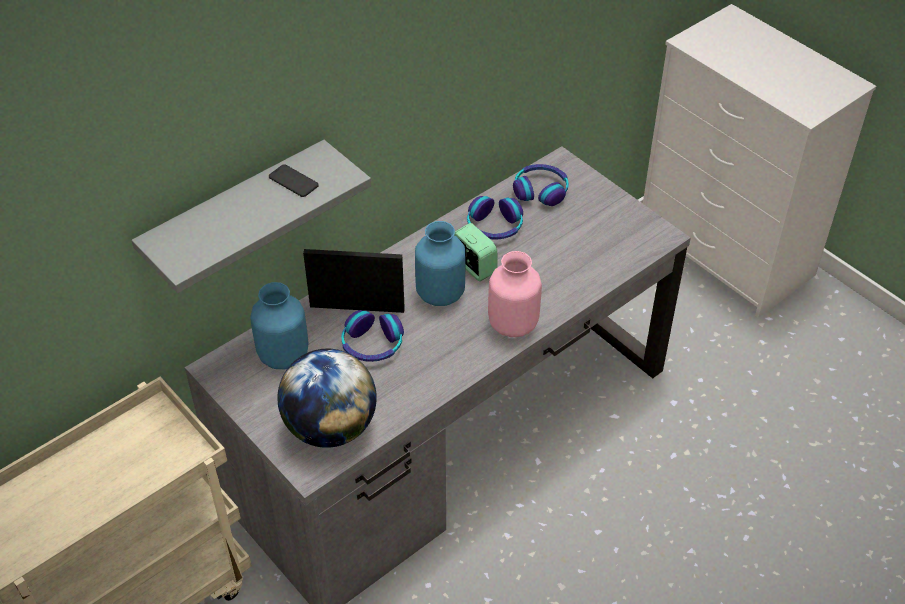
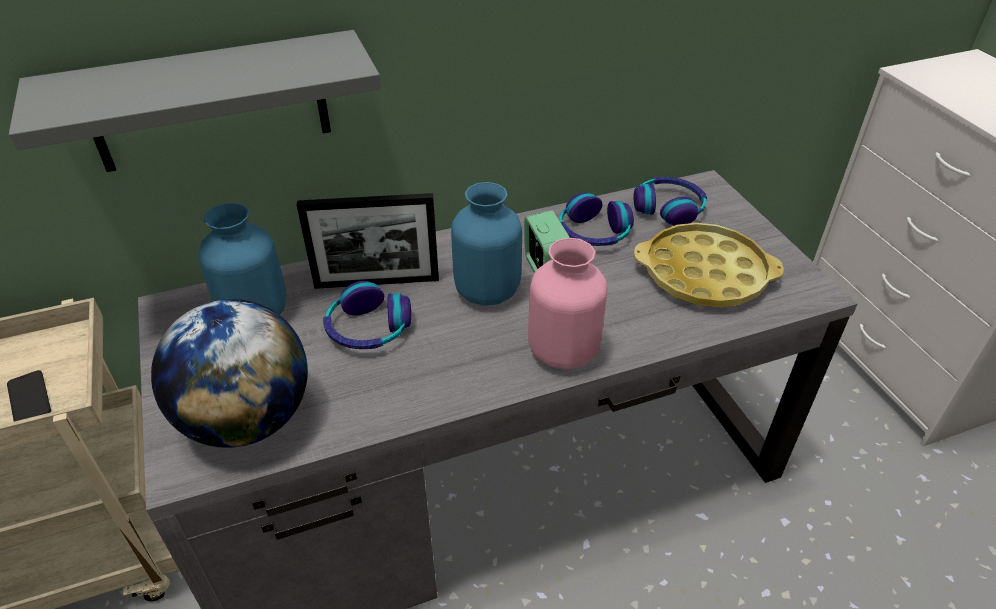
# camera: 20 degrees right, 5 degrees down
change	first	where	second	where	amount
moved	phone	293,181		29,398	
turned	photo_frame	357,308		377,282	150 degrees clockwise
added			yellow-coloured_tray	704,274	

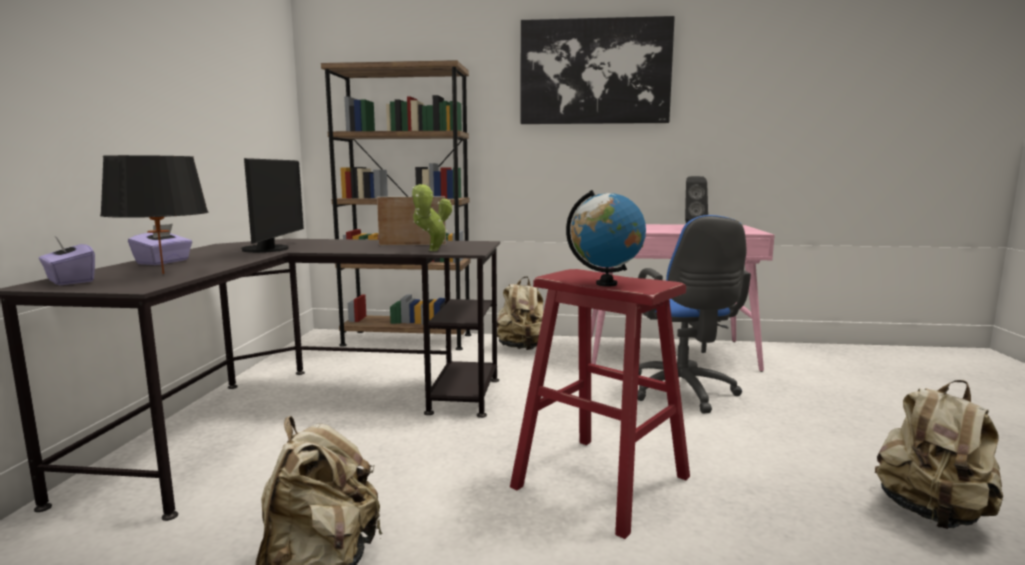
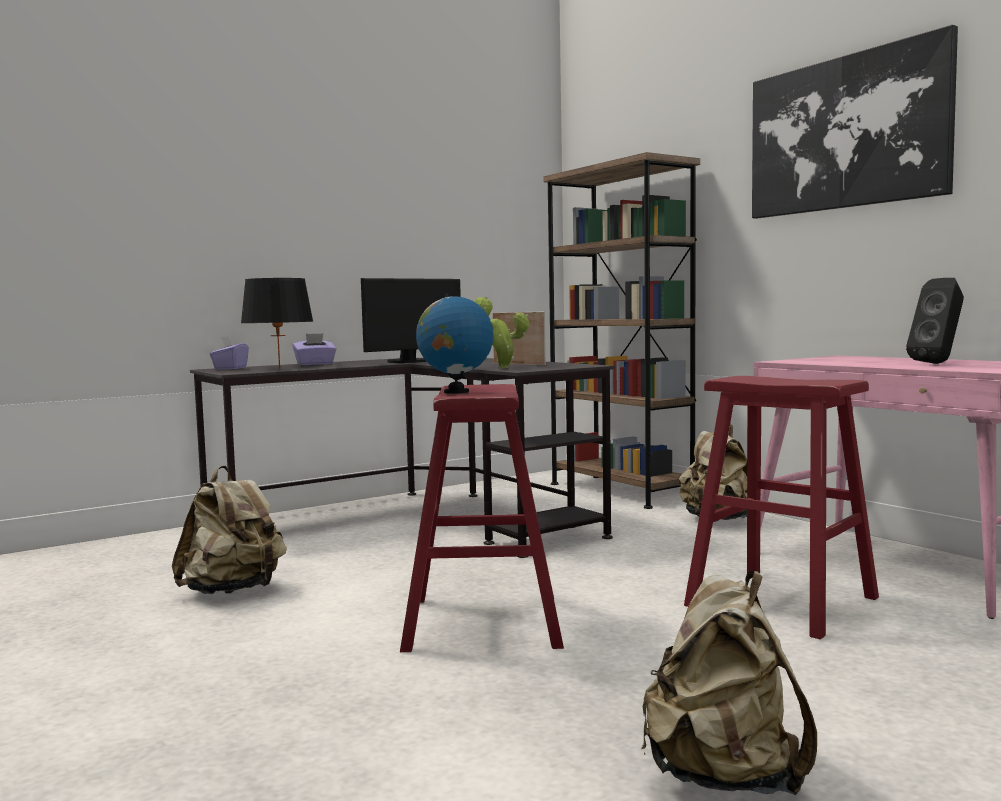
# camera: 50 degrees right, 5 degrees down
change	first	where	second	where	amount
replaced	bluish_office_chair	683,393	red-coloured_stool_seat	781,601	

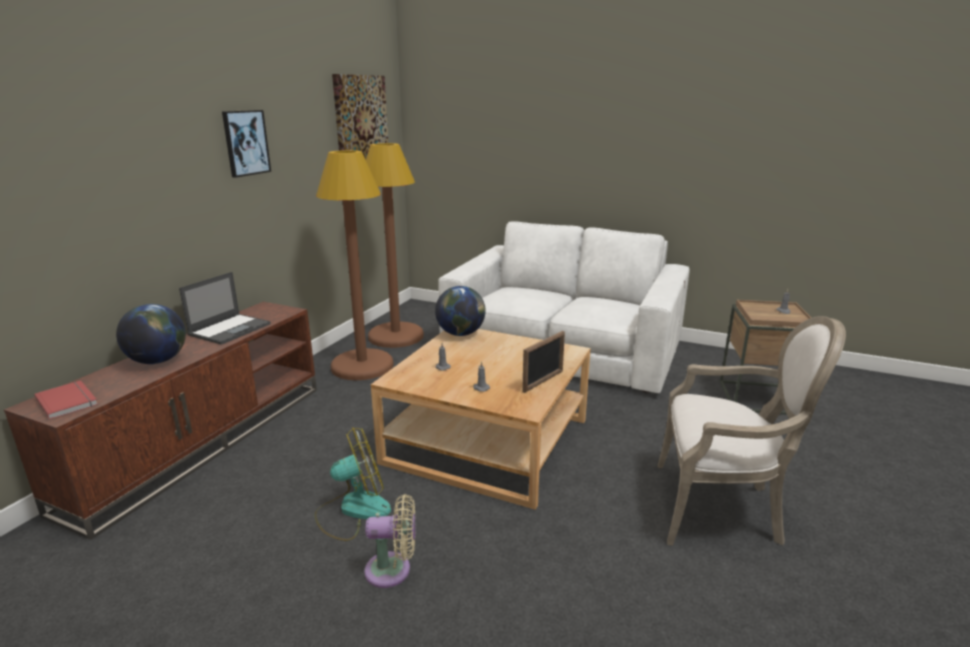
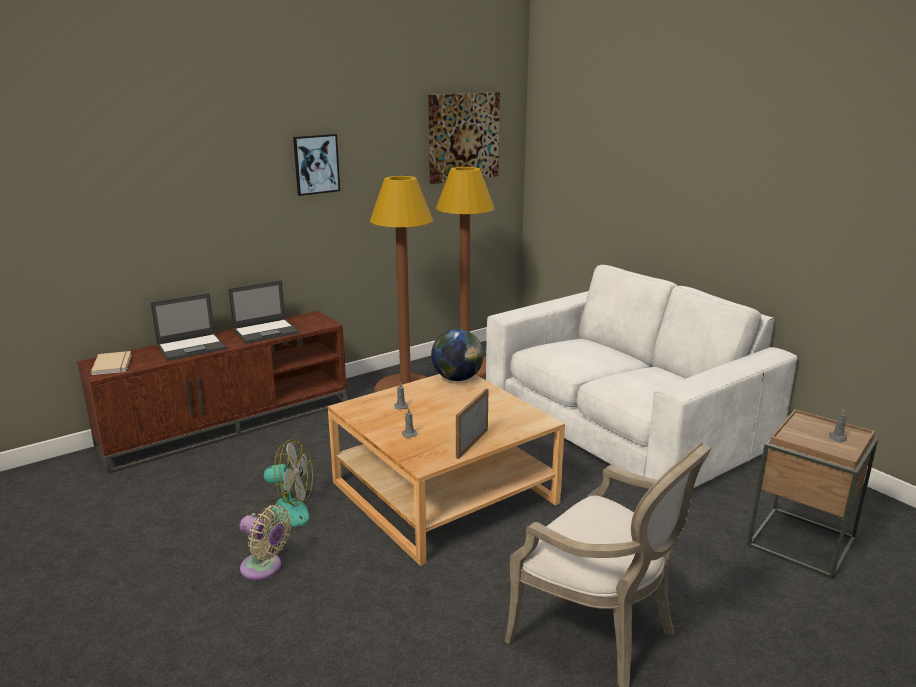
# camera: 30 degrees right, 0 degrees up
change	first	where	second	where	amount
replaced	world_globe	158,361	laptop	192,347	
turned	photo_frame	543,381		472,443	135 degrees clockwise
recoloured	red-coloured_book	69,401	beige_book	114,364	

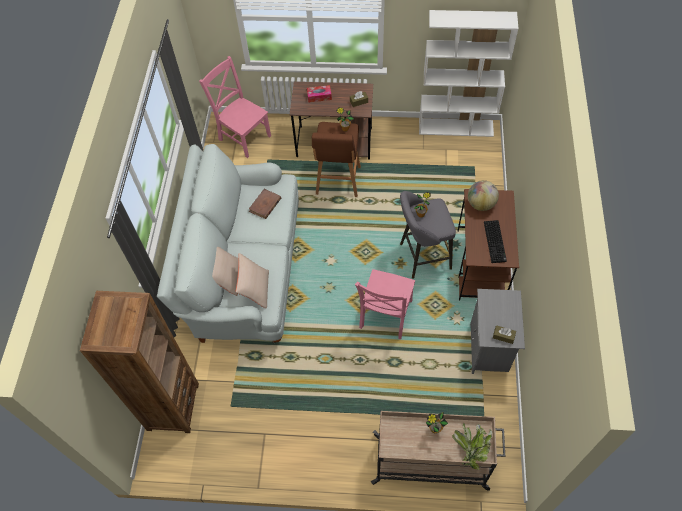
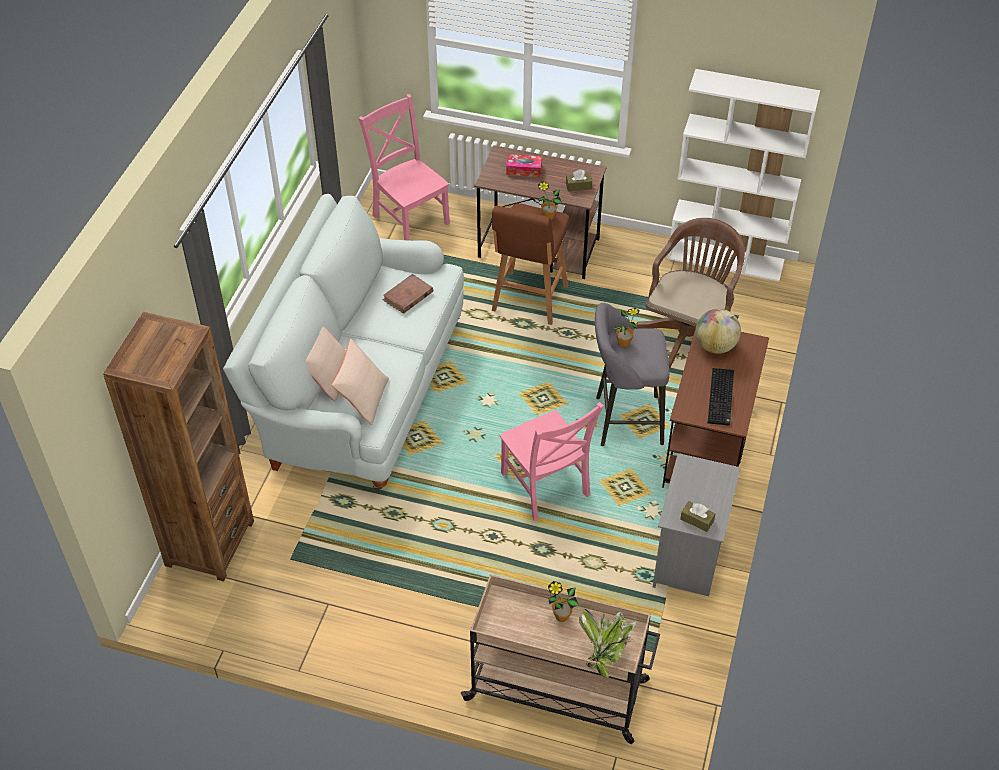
# camera: 10 degrees right, 10 degrees down
change	first	where	second	where	amount
turned	pinkish_plain_chair	385,316		546,487	60 degrees counterclockwise
added			brownish_office_chair	688,335	

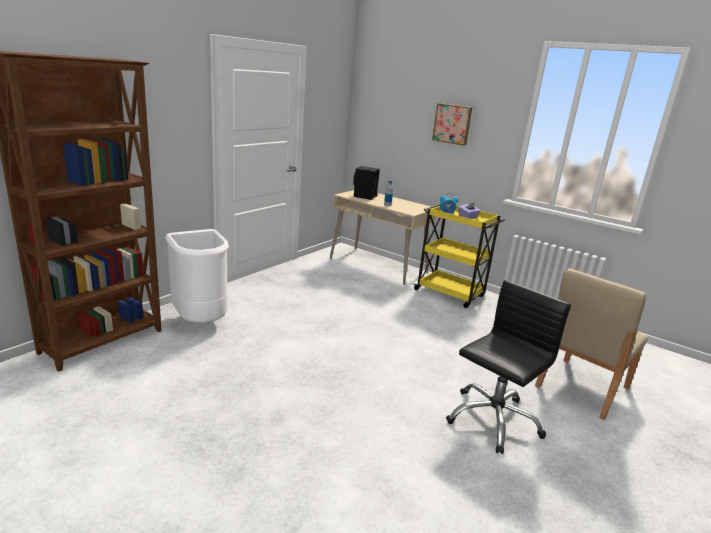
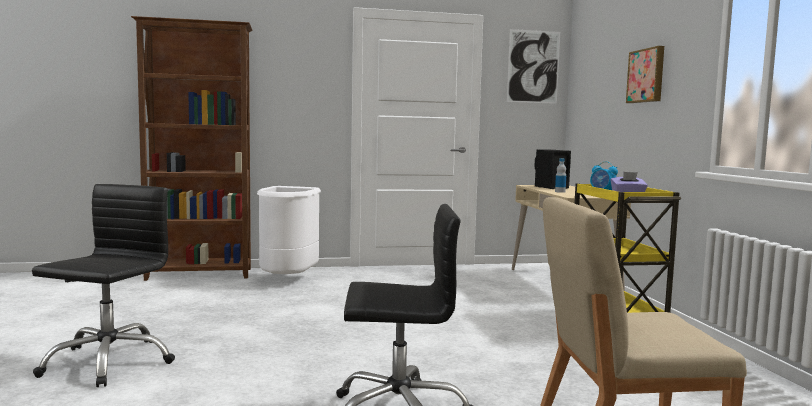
# camera: 45 degrees right, 15 degrees down
change	first	where	second	where	amount
added			wall_picture	533,66	
added			black_office_chair	108,362	

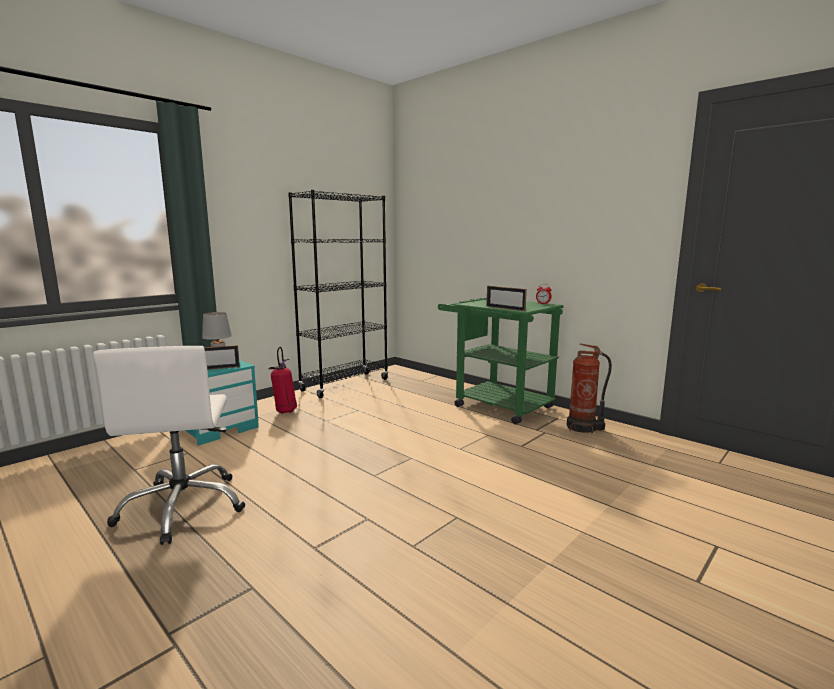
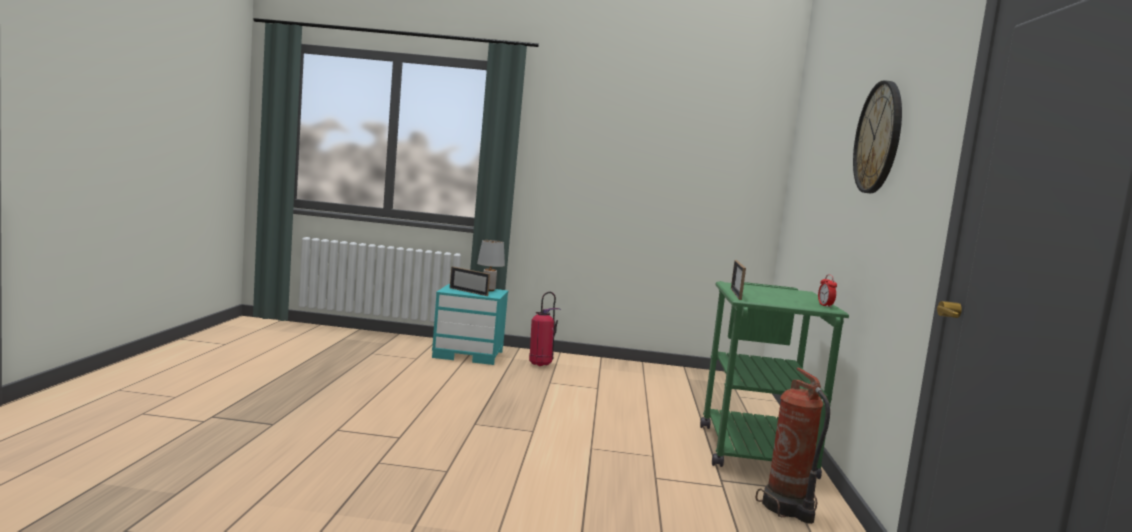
# camera: 50 degrees right, 5 degrees down
change	first	where	second	where	amount
removed	black_shelving_unit	345,385			
removed	whitish_office_chair	183,507			
added			clock_on_the_wall	878,138	

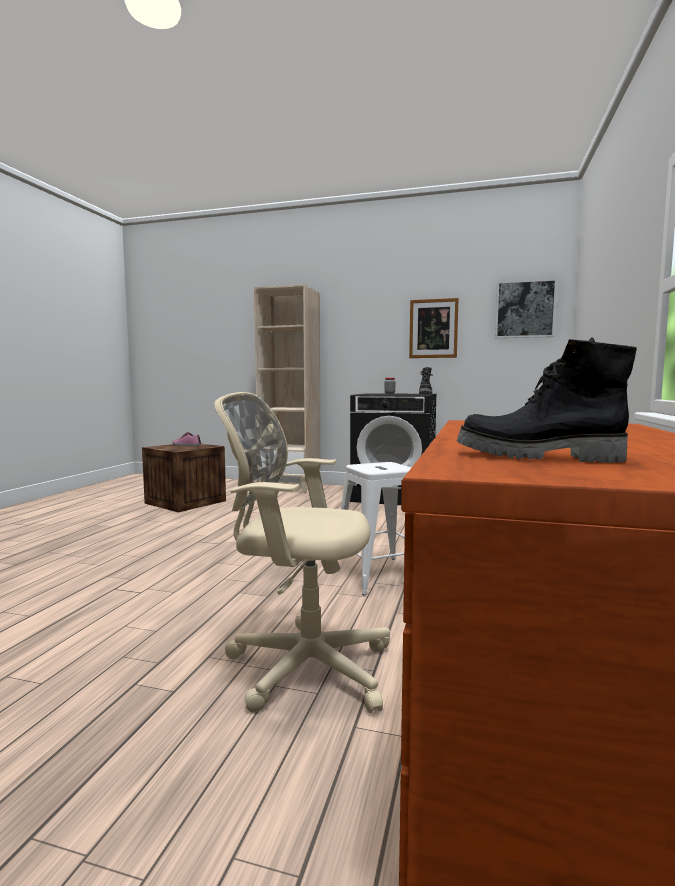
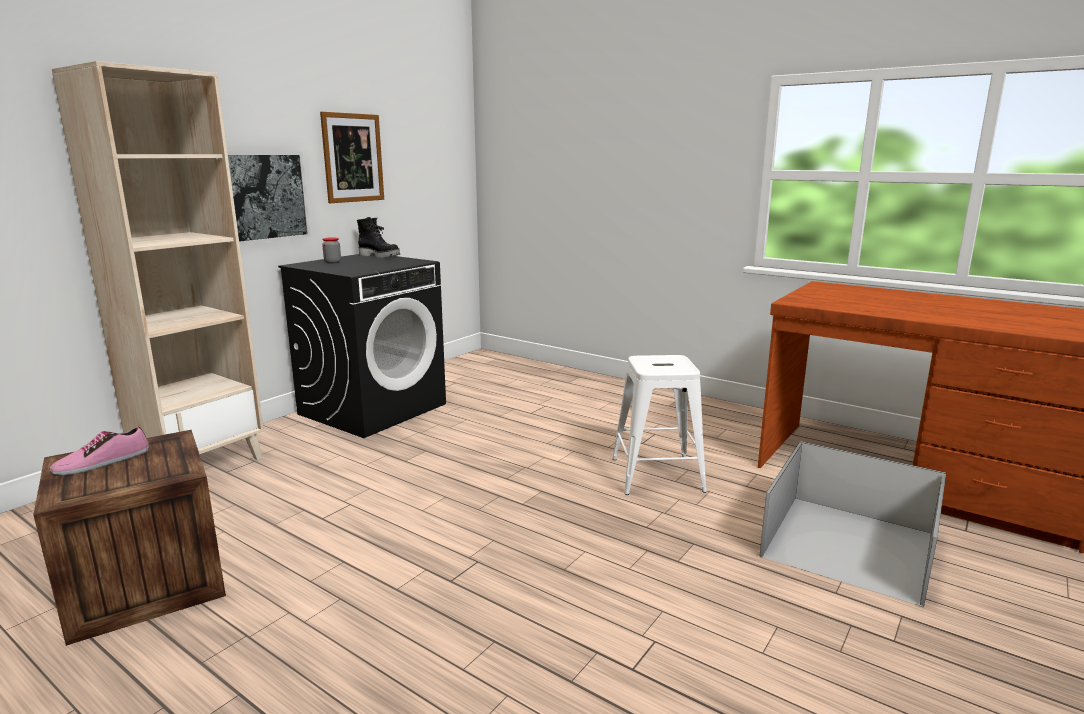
# camera: 70 degrees left, 10 degrees up
change	first	where	second	where	amount
moved	wall_picture	525,309		265,196	
removed	black_boot	537,457			
replaced	beige_office_chair	302,665	whitish_storage_container	846,544	

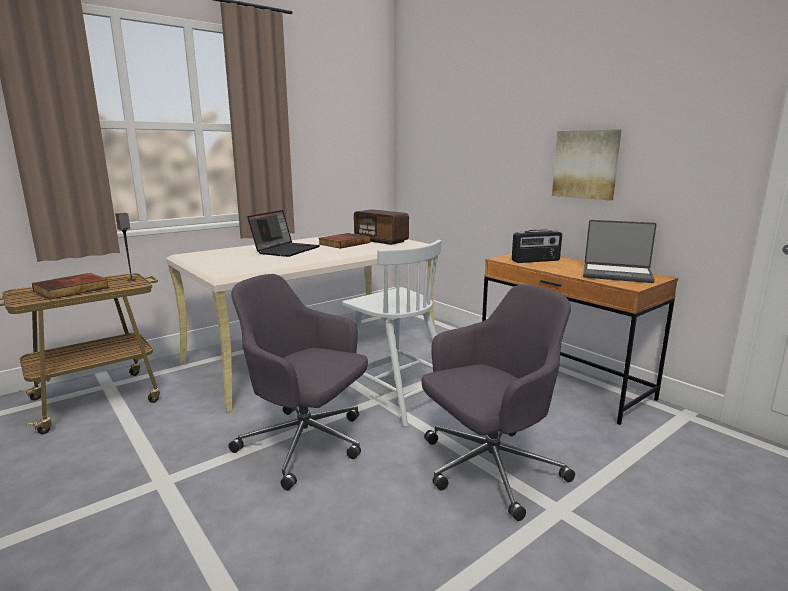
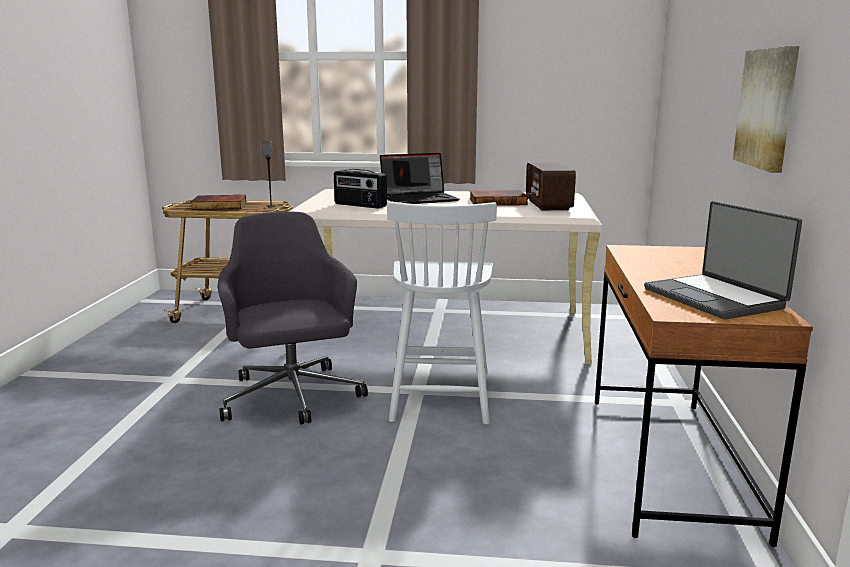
# camera: 45 degrees right, 0 degrees up
change	first	where	second	where	amount
moved	radio_receiver	536,261		360,205	
removed	gray_office_chair	488,469			

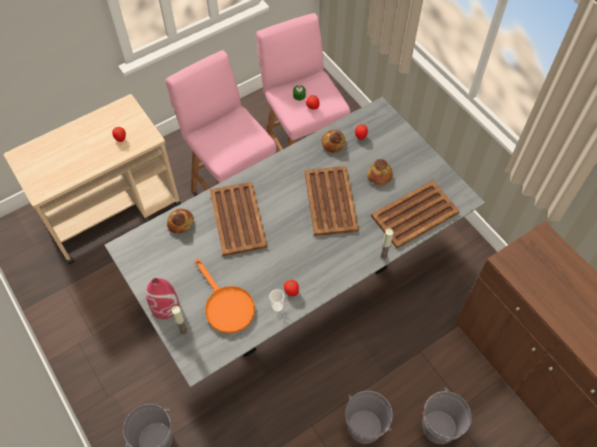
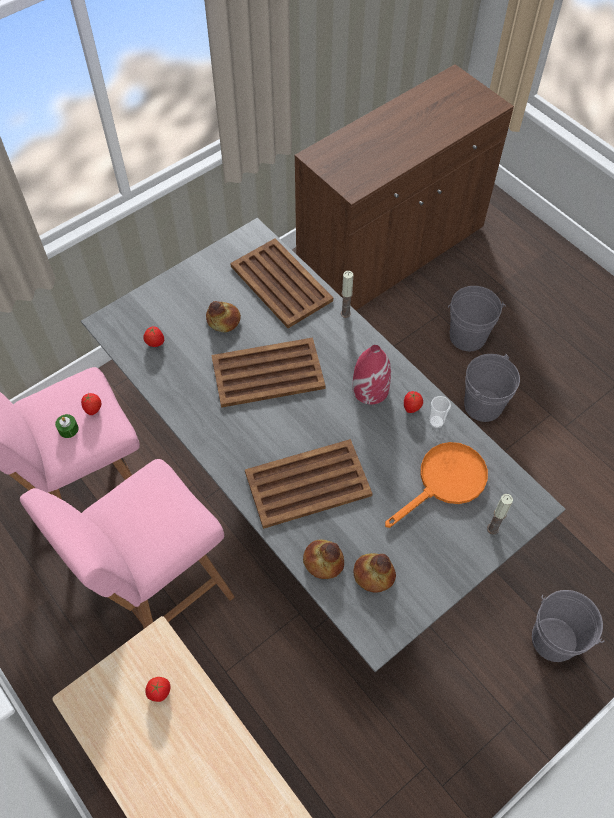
# camera: 95 degrees left, 0 degrees up
change	first	where	second	where	amount
moved	bakery_bread	333,143		373,574	
moved	red-coloured_decorative_vase	165,306		370,389	

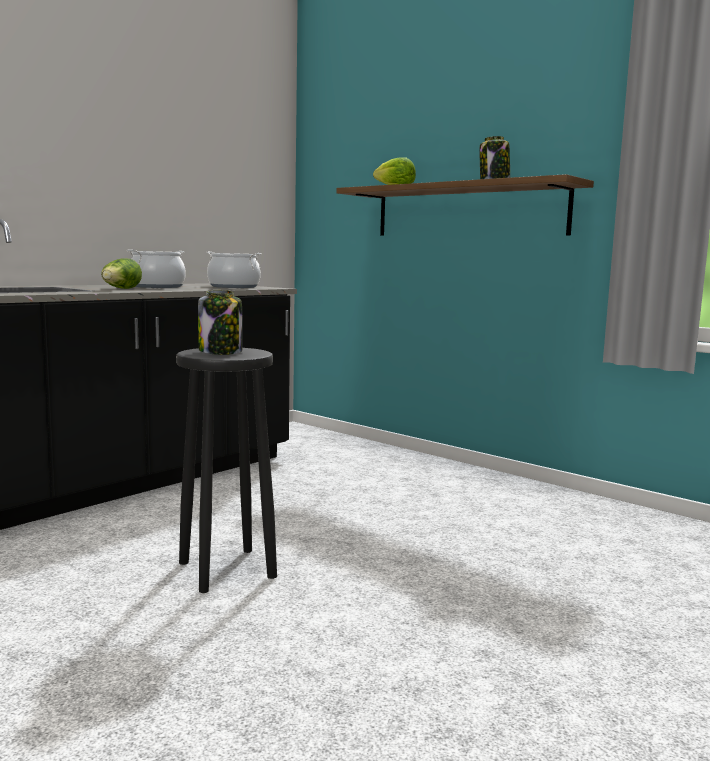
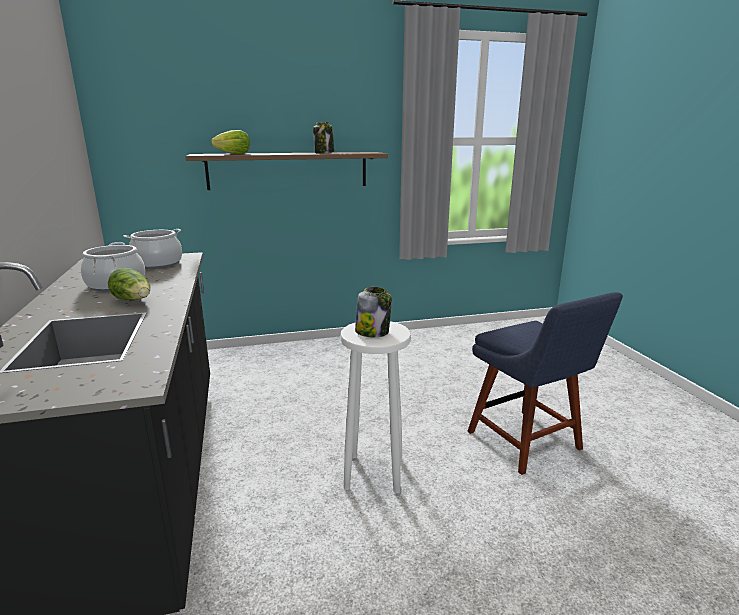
# camera: 55 degrees left, 10 degrees up
change	first	where	second	where	amount
recoloured	black_stool_seat	227,570	whitish_stool_seat	375,473	
added			bluish_plain_chair	527,443	

